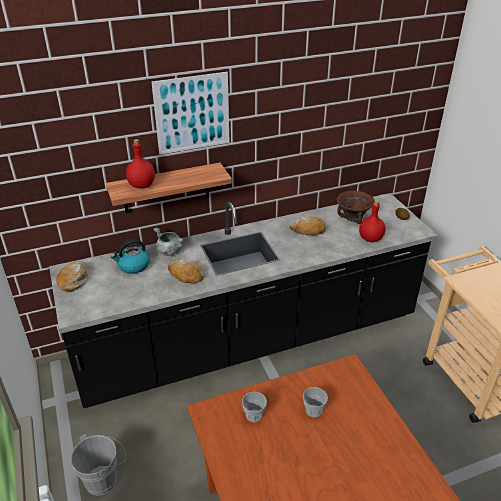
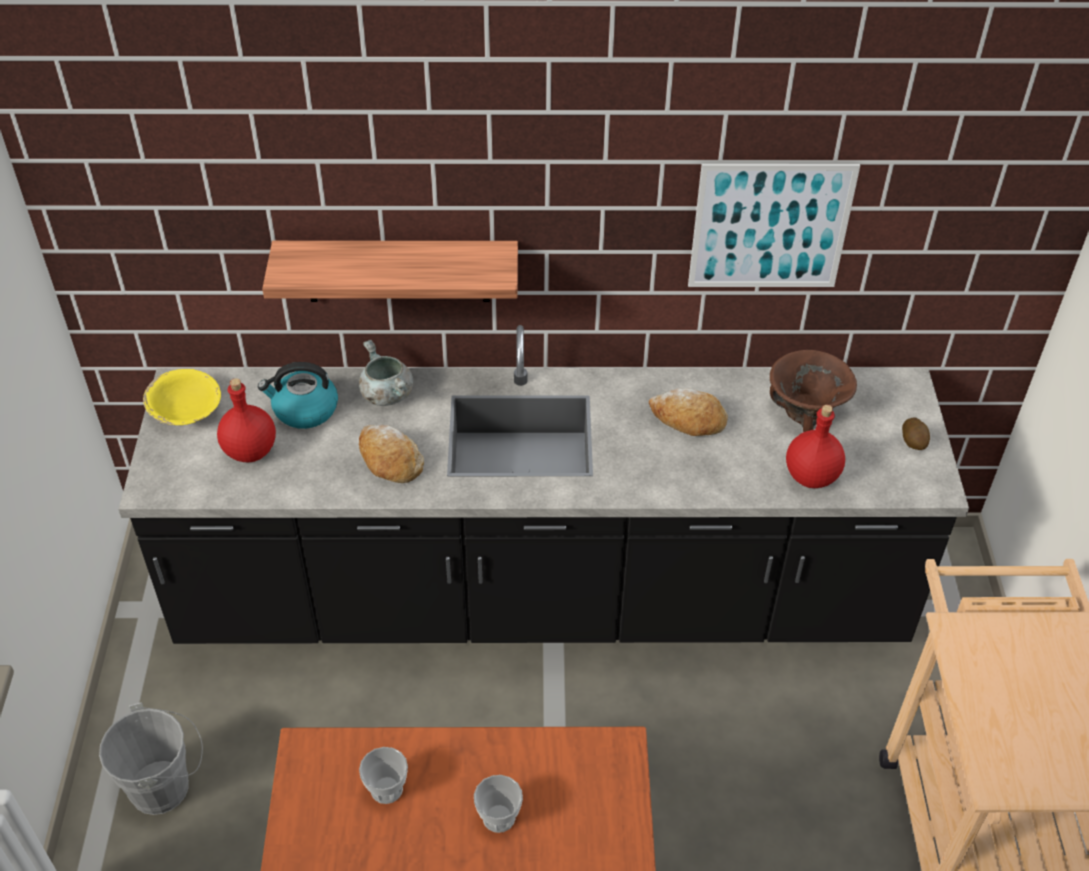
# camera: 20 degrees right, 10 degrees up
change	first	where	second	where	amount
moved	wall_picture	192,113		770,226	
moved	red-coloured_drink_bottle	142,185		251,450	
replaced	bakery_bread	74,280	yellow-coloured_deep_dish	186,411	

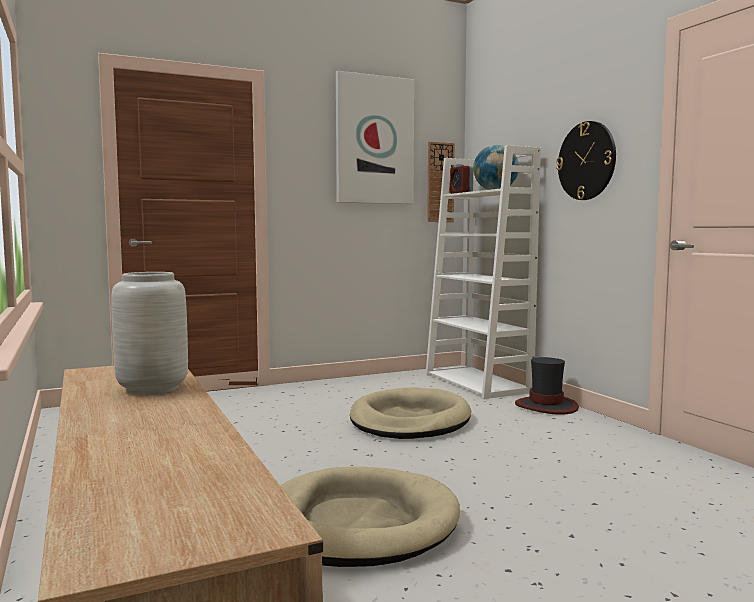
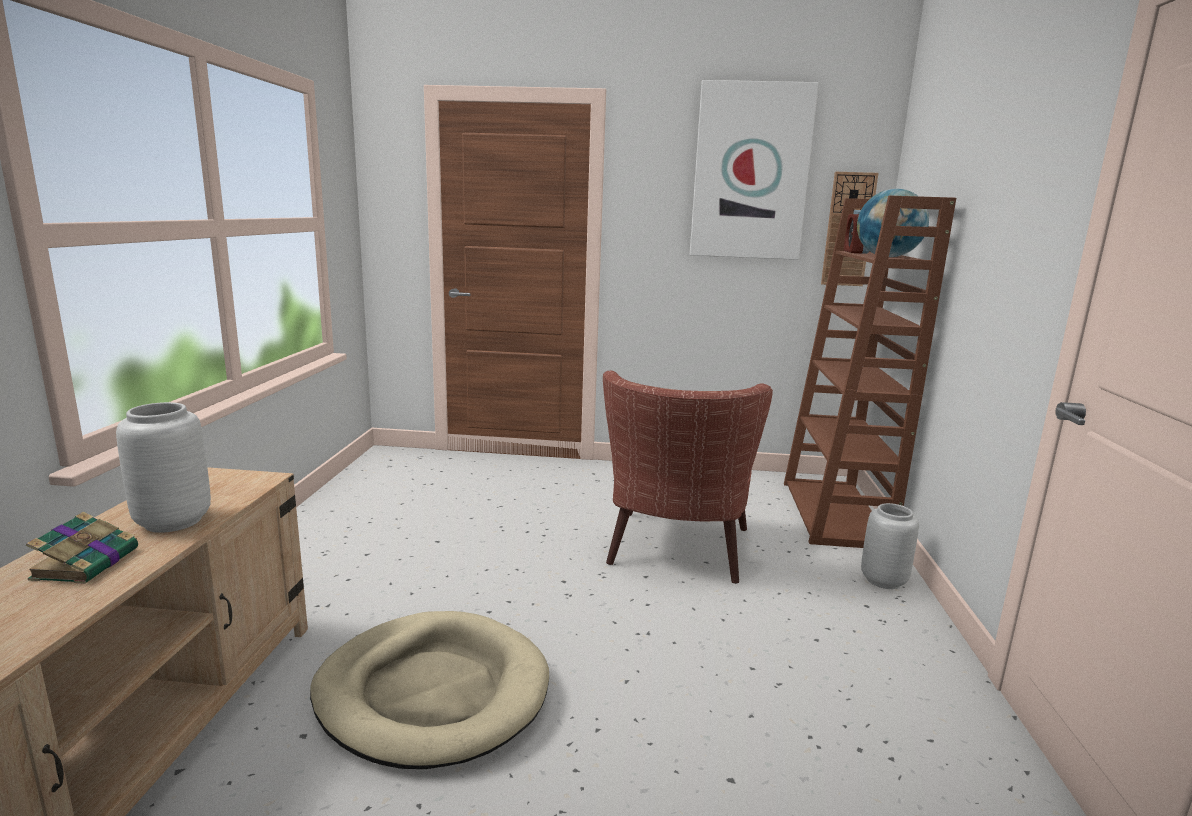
# camera: 30 degrees right, 10 degrees up
change	first	where	second	where	amount
removed	clock_on_the_wall	586,161			
recoloured	whitish_shelving_unit	478,383	brownish_shelving_unit	836,514	
replaced	hat	546,406	gray_decorative_vase	883,581	
replaced	beige_dog_cushion	410,420	brownish_lounge_chair	675,554	
added			book	88,563	

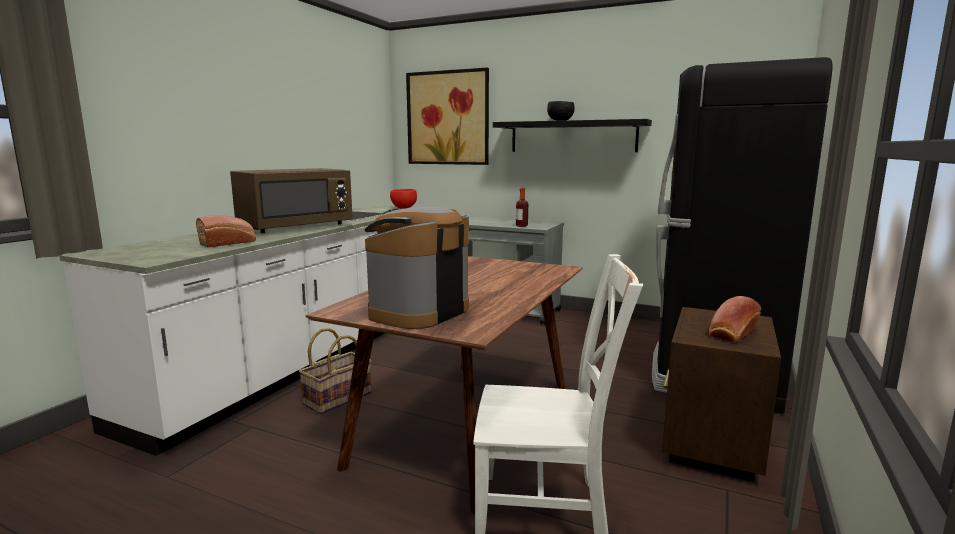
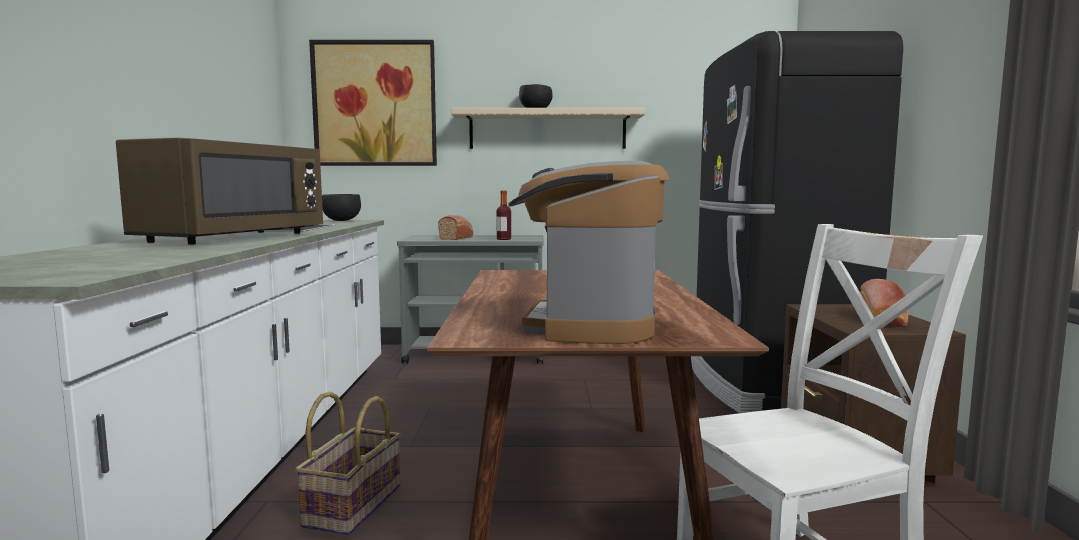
# camera: 25 degrees left, 5 degrees down
change	first	where	second	where	amount
recoloured	black_wall_shelf	572,136	beige_wall_shelf	547,130	
recoloured	red-coloured_deep_dish	403,208	black_deep_dish	341,220	
moved	bakery_bread	229,243		457,238	

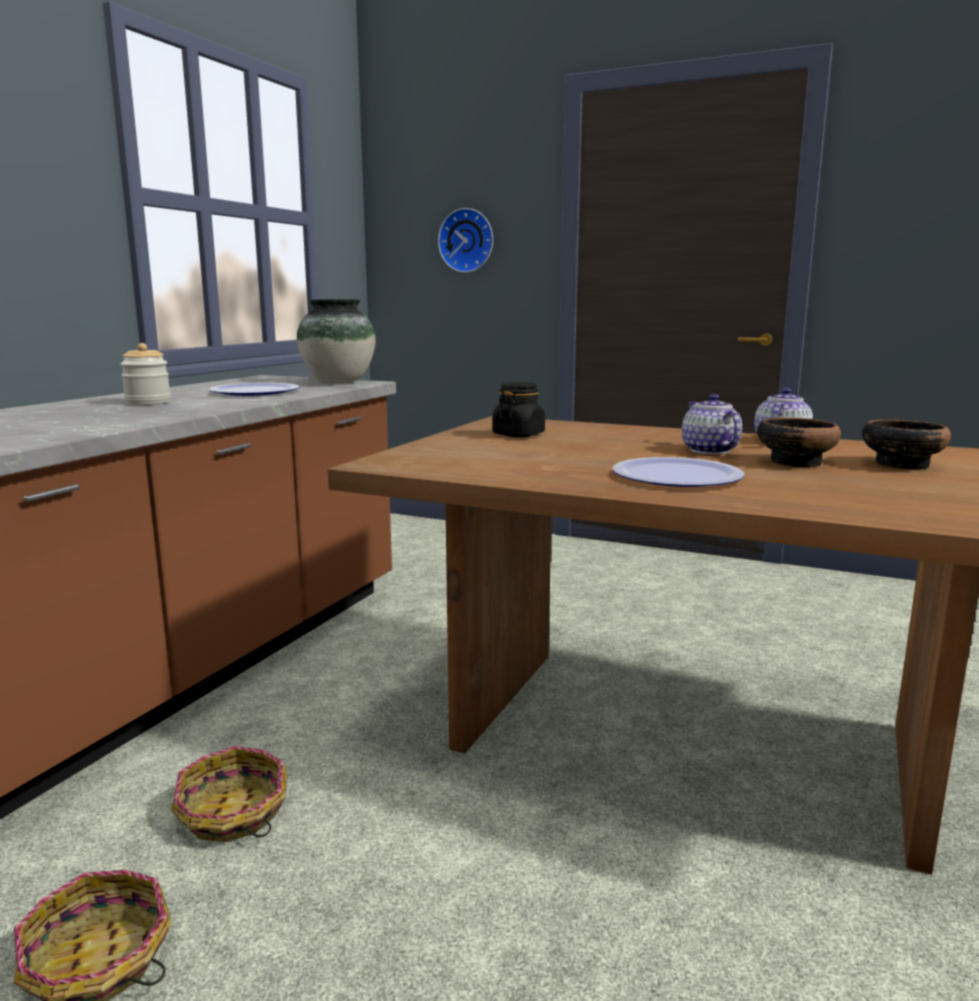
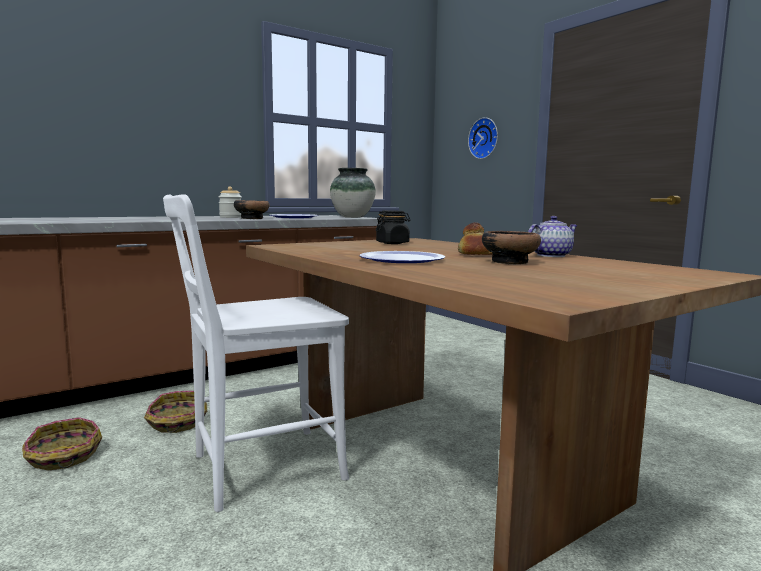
# camera: 30 degrees right, 5 degrees down
change	first	where	second	where	amount
replaced	teapot	709,450	bakery_bread	476,255	
moved	deep_dish	900,464		252,218	
added			whitish_plain_chair	259,469	

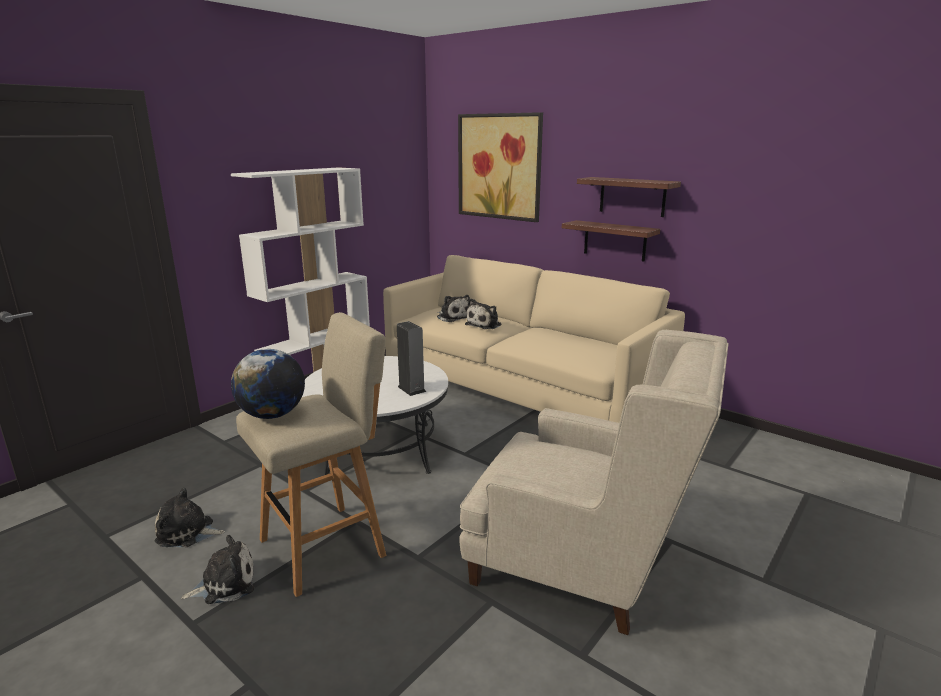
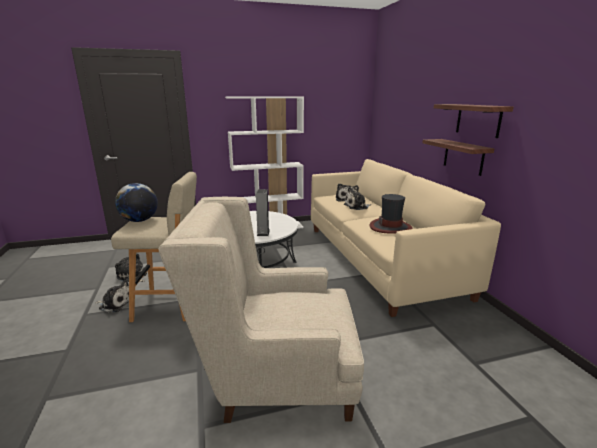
# camera: 35 degrees right, 0 degrees up
change	first	where	second	where	amount
removed	wall_picture	499,167			
turned	beige_lounge_chair	584,564		275,376	120 degrees clockwise
added			hat	390,227	

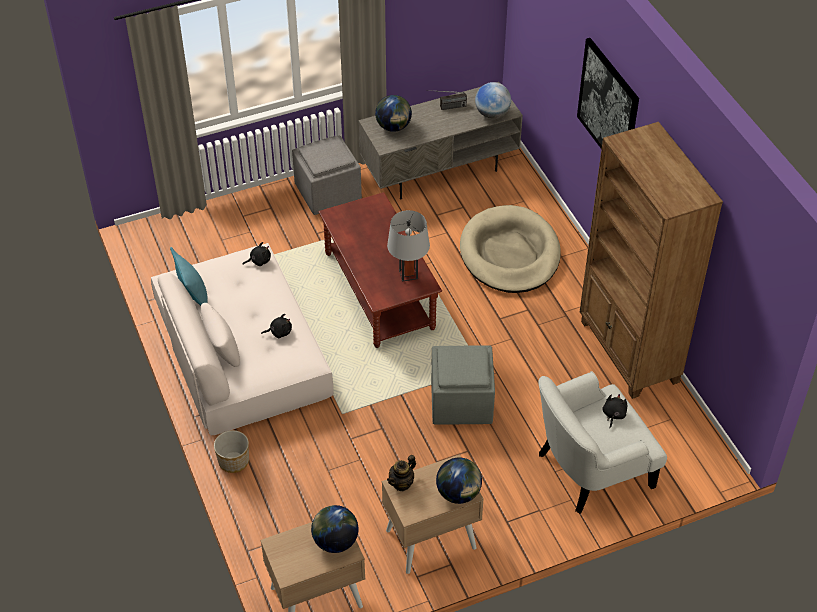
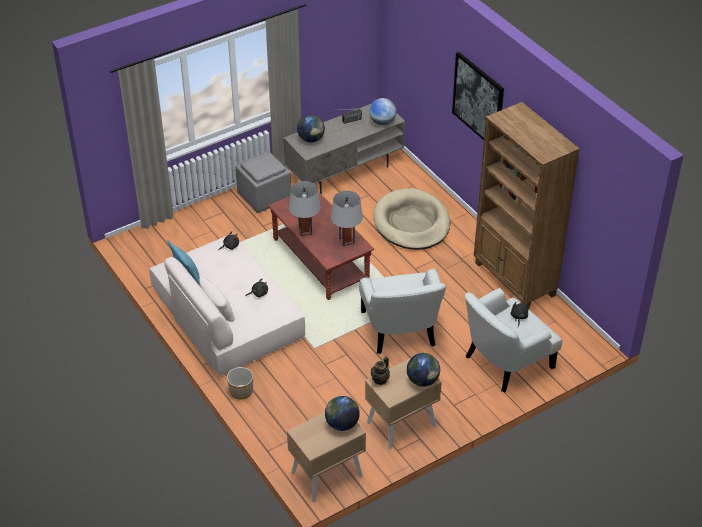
# camera: 10 degrees left, 5 degrees down
change	first	where	second	where	amount
replaced	gray_pouffe	460,403	whitish_lounge_chair	400,329	
added			gray_table_lamp	305,231	

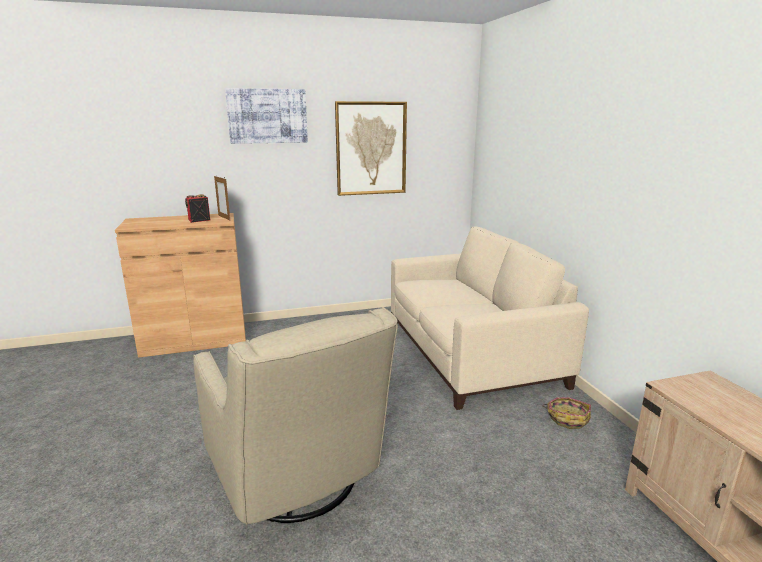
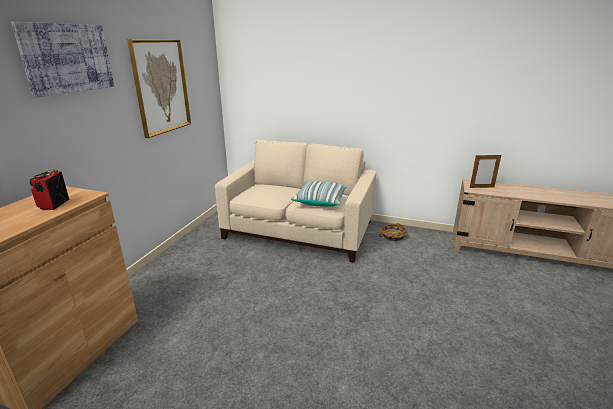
# camera: 55 degrees left, 5 degrees up
change	first	where	second	where	amount
moved	photo_frame	224,218		481,187	
removed	beige_lounge_chair	298,480			
added			cushion	320,201	

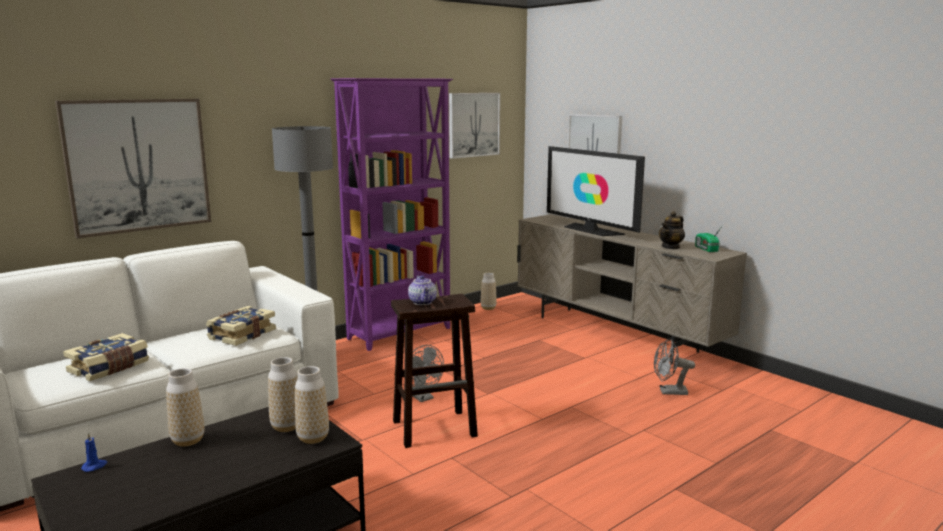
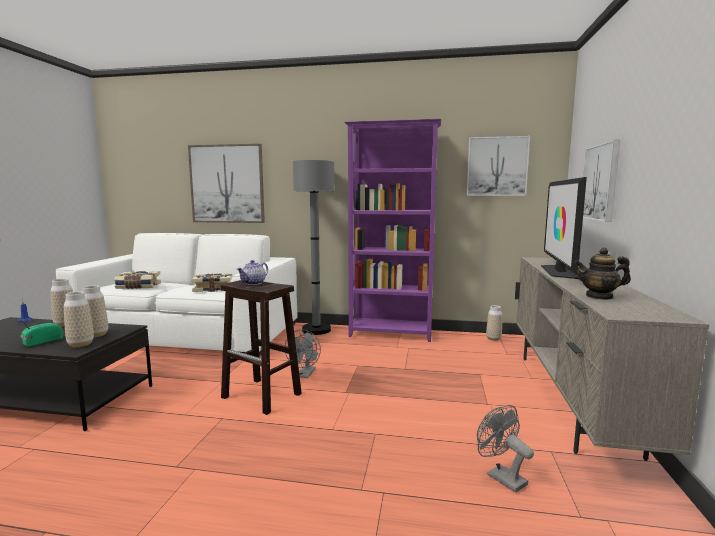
# camera: 50 degrees right, 5 degrees down
change	first	where	second	where	amount
moved	radio_receiver	706,249		41,342	

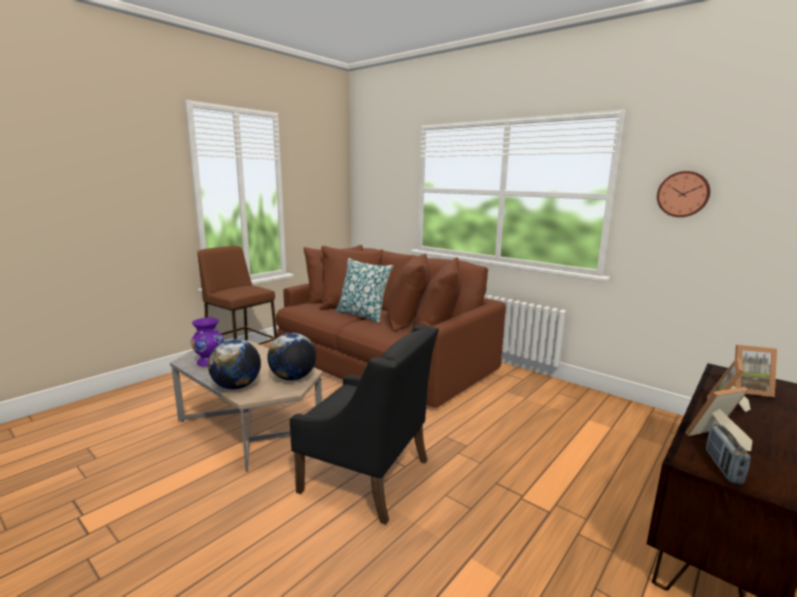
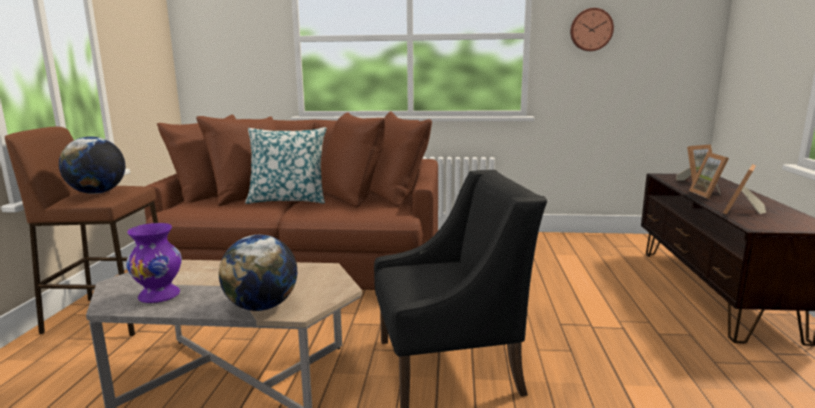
# camera: 35 degrees left, 0 degrees up
change	first	where	second	where	amount
moved	world_globe	293,378		97,193	
removed	radio_receiver	723,467			

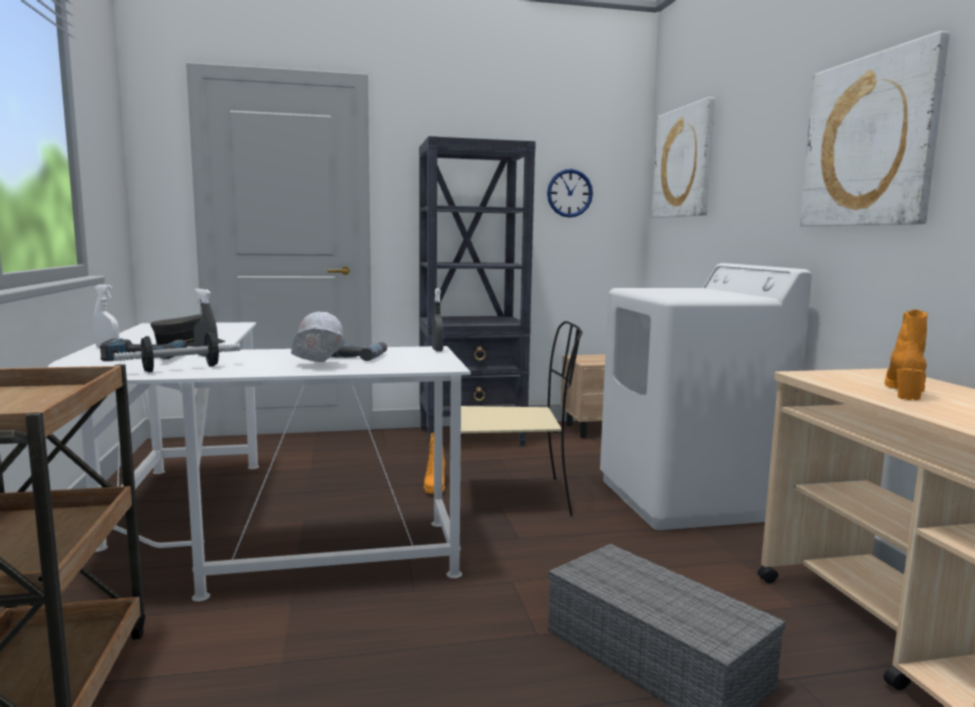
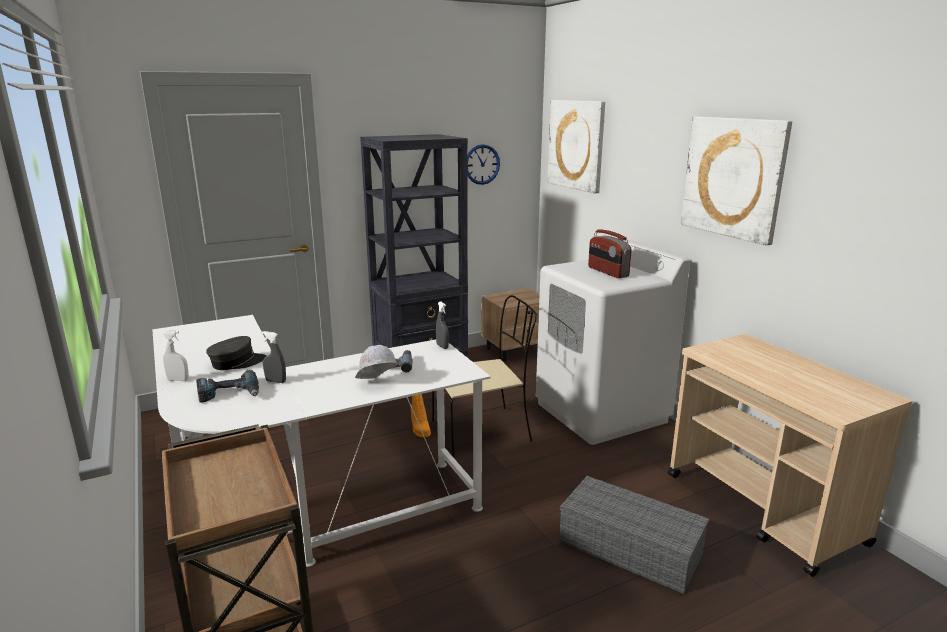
# camera: 15 degrees left, 10 degrees up
change	first	where	second	where	amount
removed	orangey_boot	905,391			
removed	dumbbell	181,369			
added			radio_receiver	607,272	

